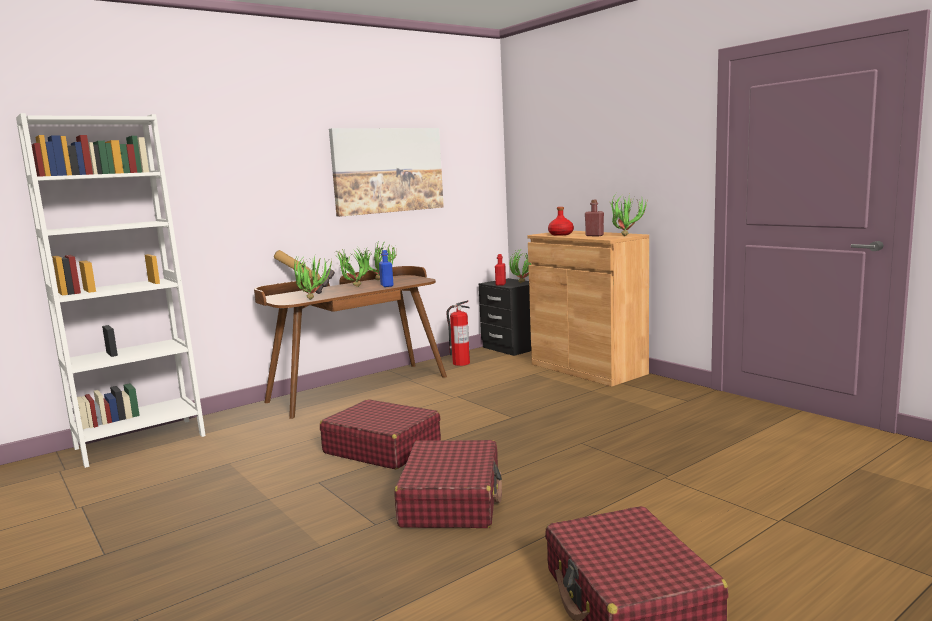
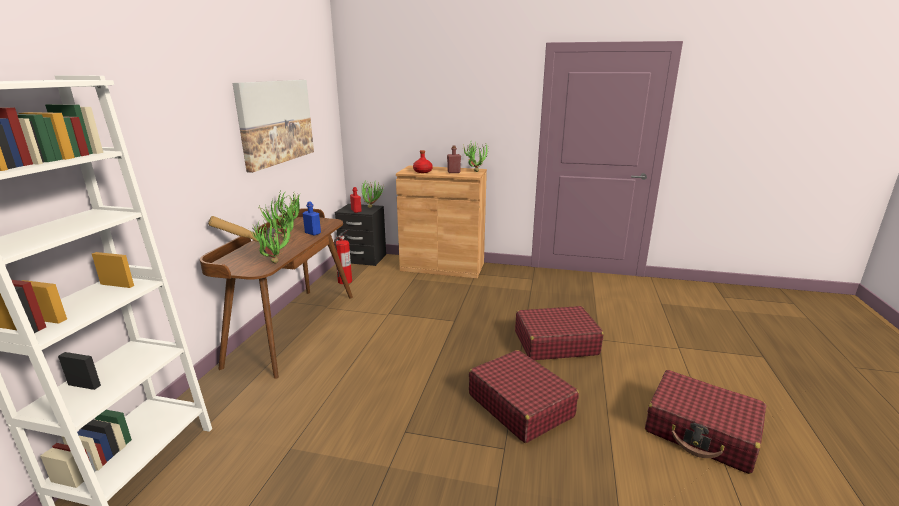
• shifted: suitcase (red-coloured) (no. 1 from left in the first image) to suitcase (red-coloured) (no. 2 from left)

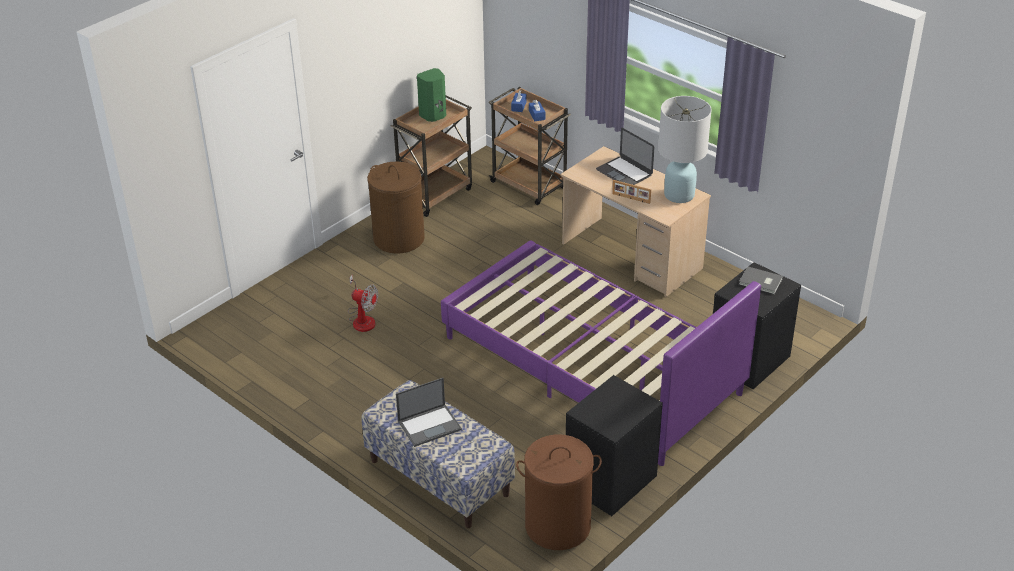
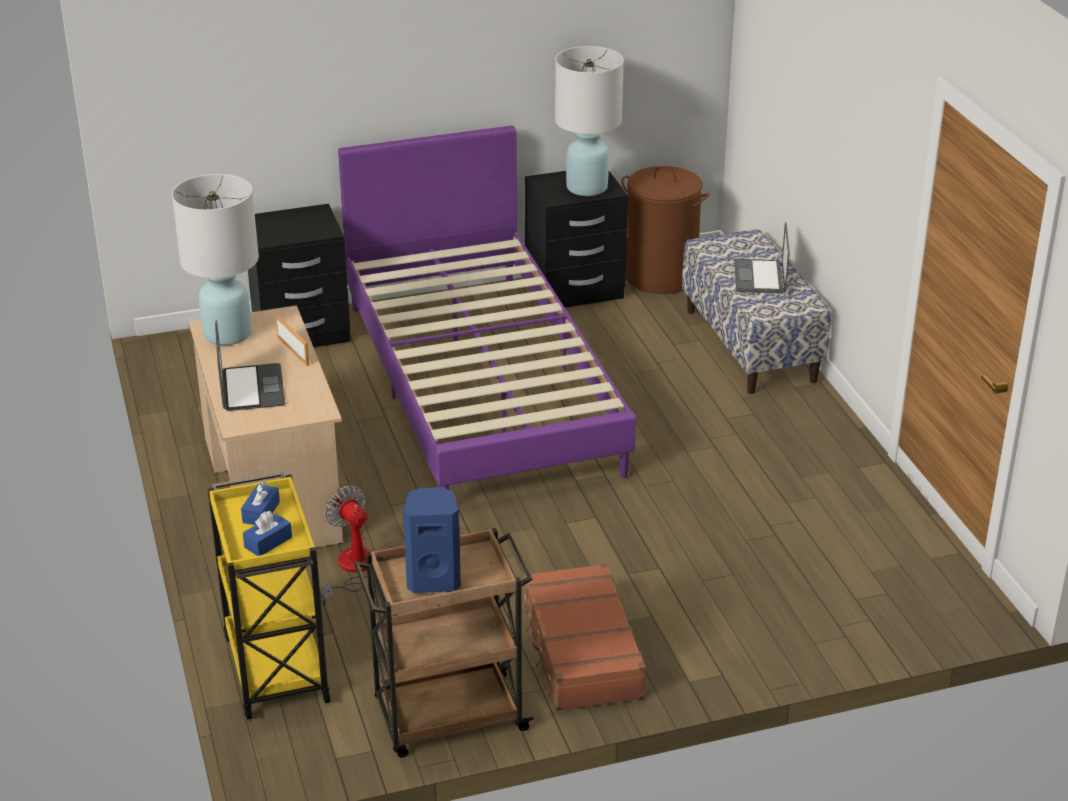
• repainted: wheeled cart (brown) (no. 2 from left) to wheeled cart (yellow)
• shifted: electric fan
• repainted: audio speaker (green-coloured) to audio speaker (blue)
• swapped: hamper (brown) (no. 1 from left) to suitcase (brown)
• new: table lamp (whitish) (no. 2 from left)
• rotated: laptop (no. 1 from left in the first image) 90 degrees counterclockwise
• gone: volume (grey)

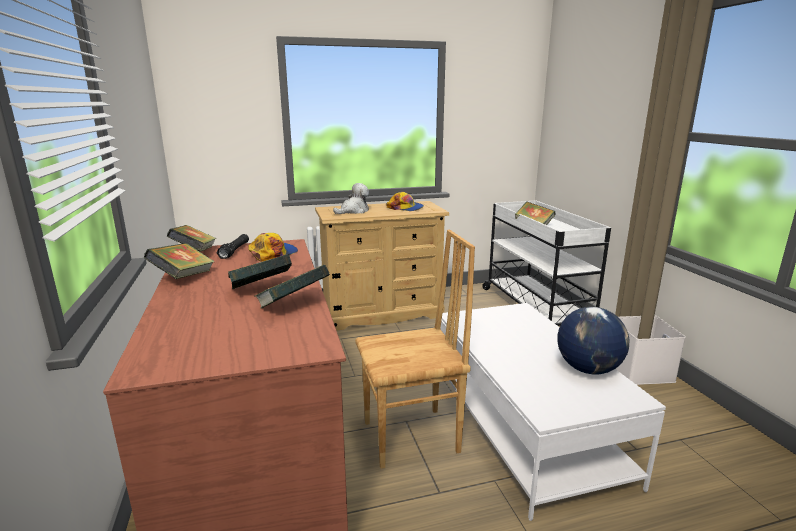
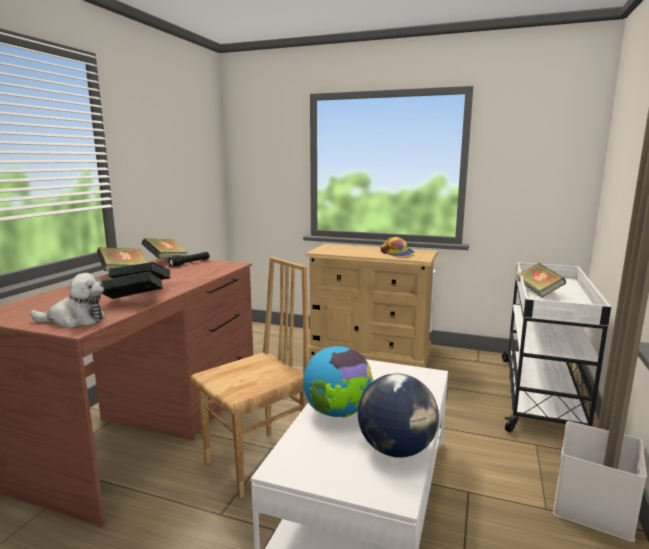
• shifted: cuddly toy
• rotated: upright chair (brown) 60 degrees counterclockwise
• new: globe (no. 1 from left)
• gone: cap (no. 1 from left)

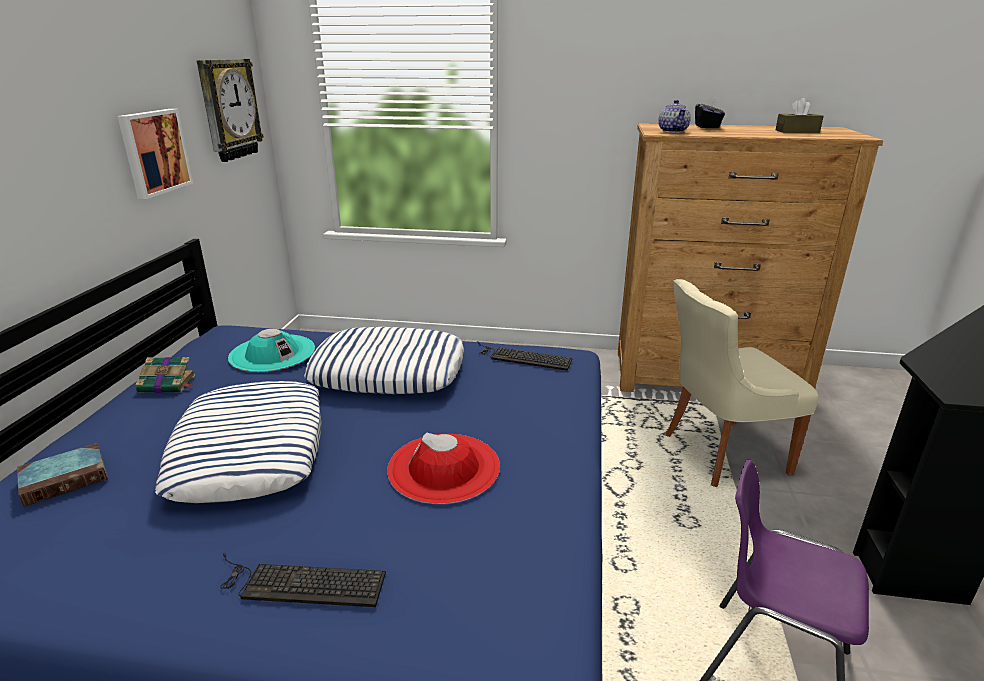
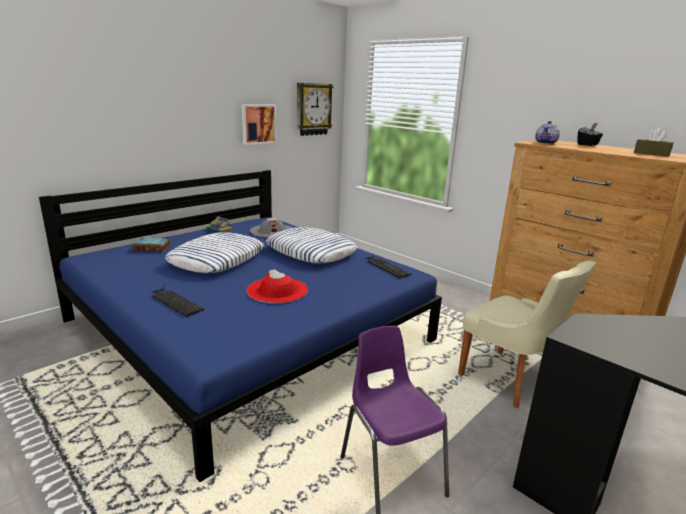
• repainted: clothing hat (blue-green) to clothing hat (grey)
• rotated: upright chair (sand-coloured) 150 degrees counterclockwise

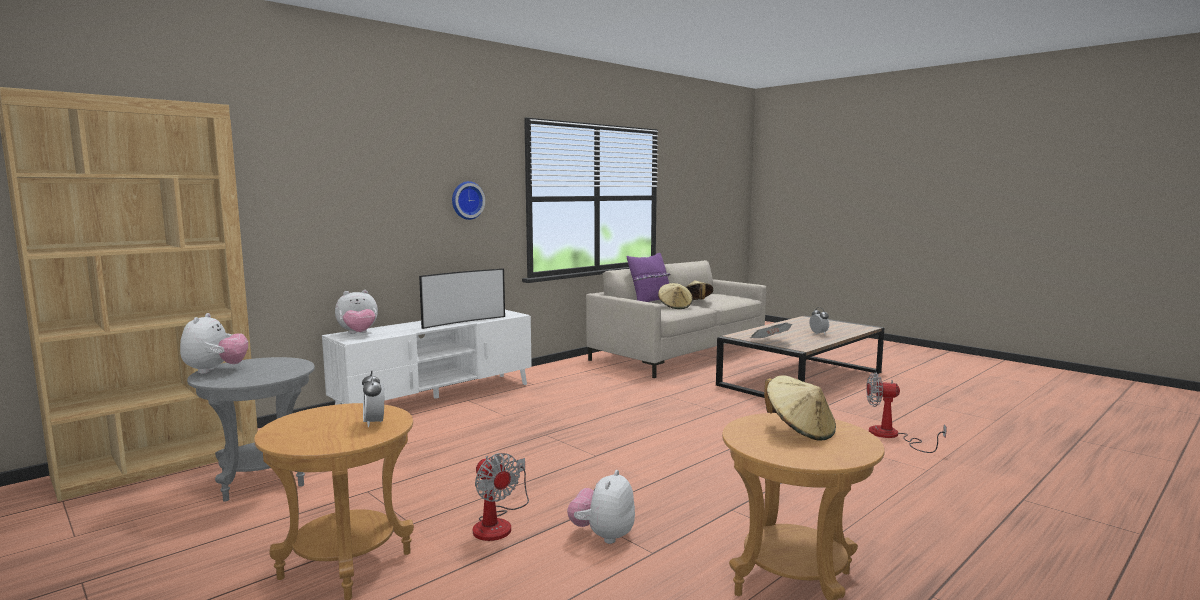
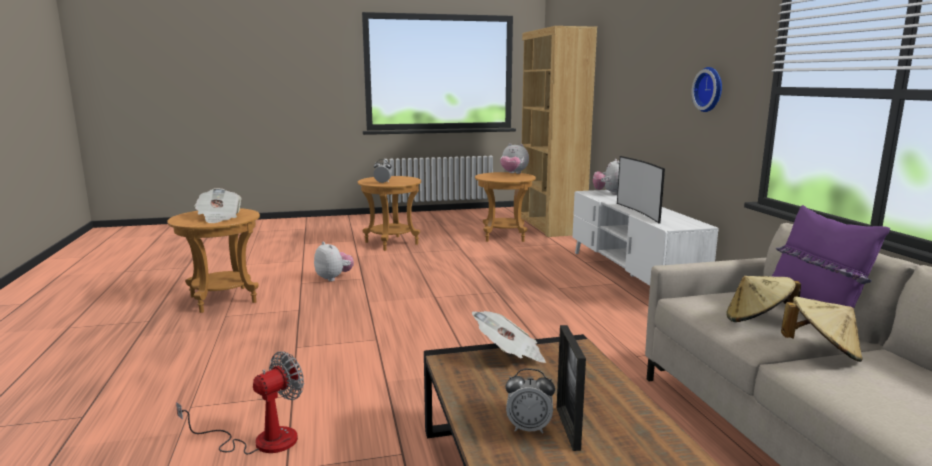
• swapped: clothing hat (sand-coloured) (no. 3 from left) to printed paper (no. 1 from left)
• repainted: accent table (grey) to accent table (brown) (no. 3 from left)
• new: standing frame
• gone: electric fan (no. 1 from left)

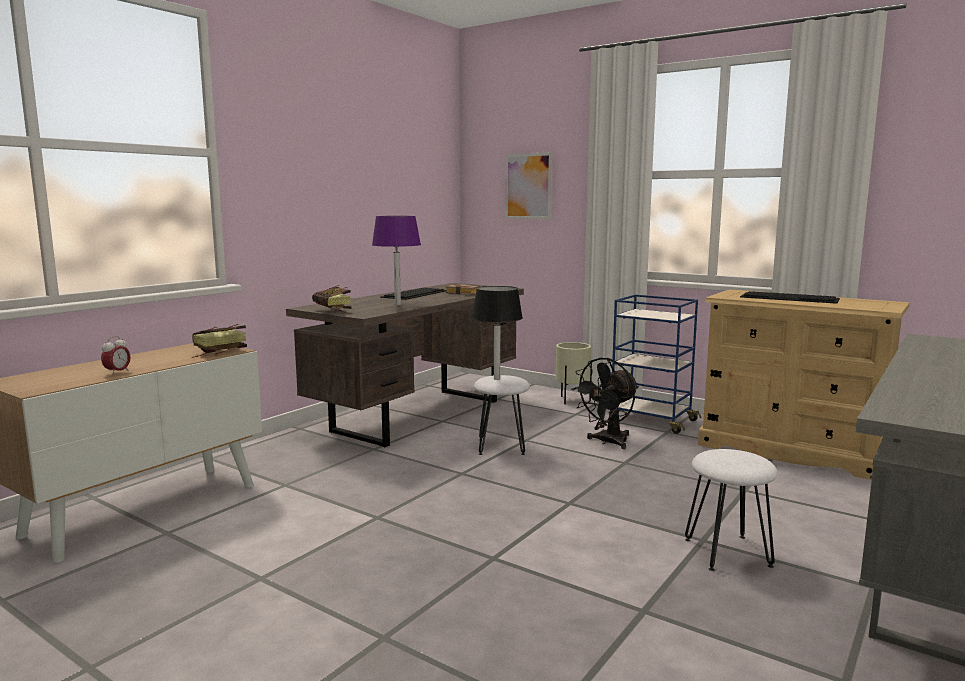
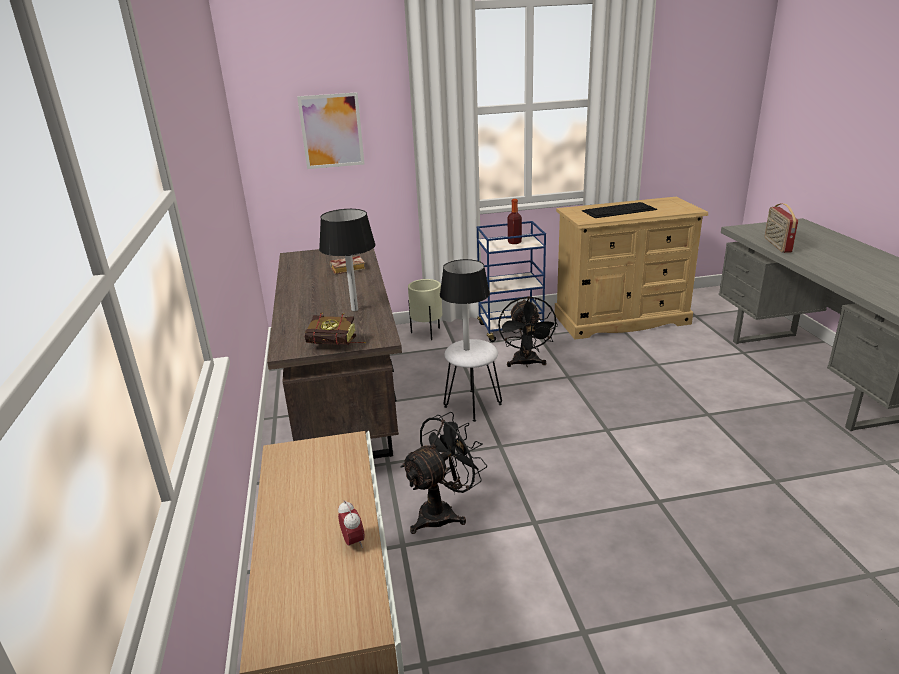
• repainted: table lamp (purplish) to table lamp (black) (no. 1 from left)
• new: electric fan (black) (no. 1 from left)
• new: beverage bottle
• new: radio receiver
• gone: volume (no. 1 from left)
• gone: computer keyboard (no. 1 from left)
• gone: stool seat (whitish) (no. 2 from left)

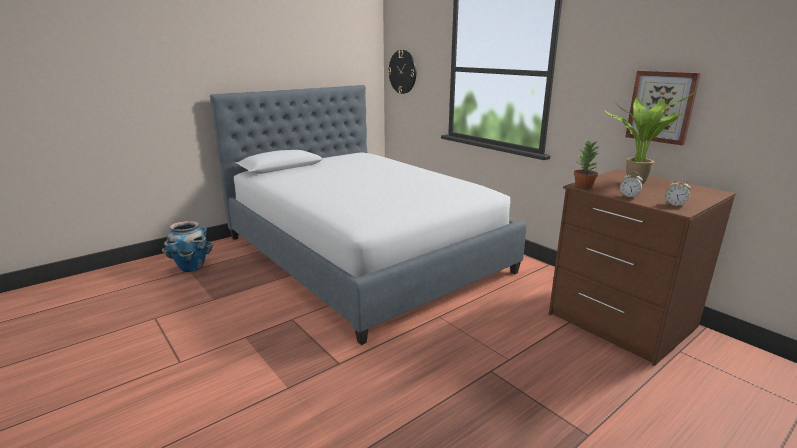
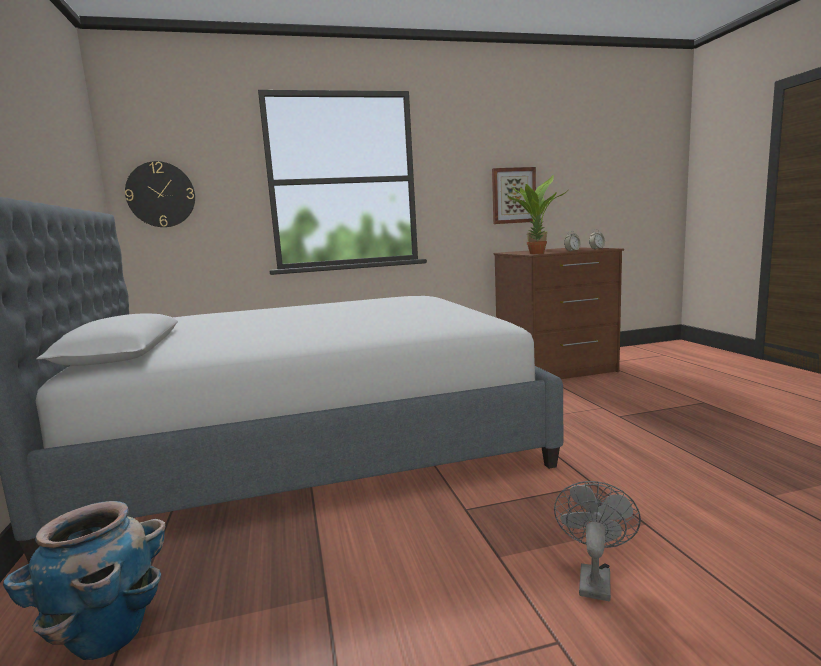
• new: electric fan (grey)

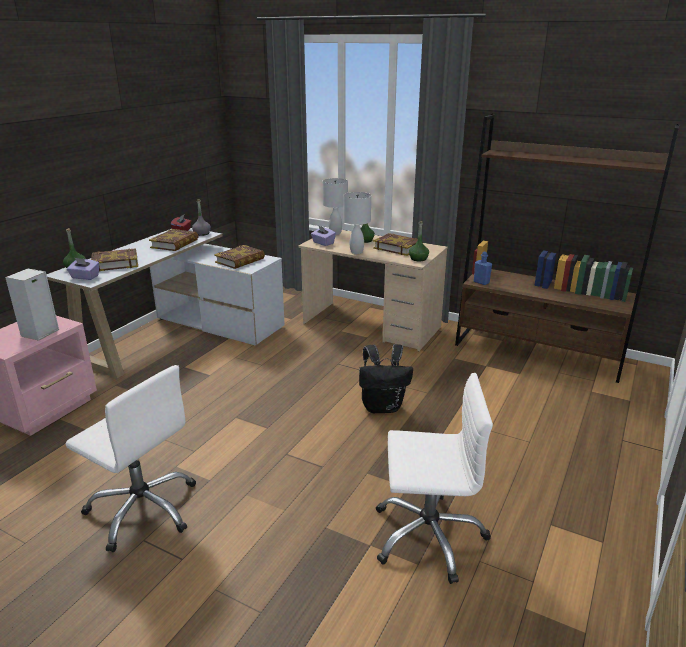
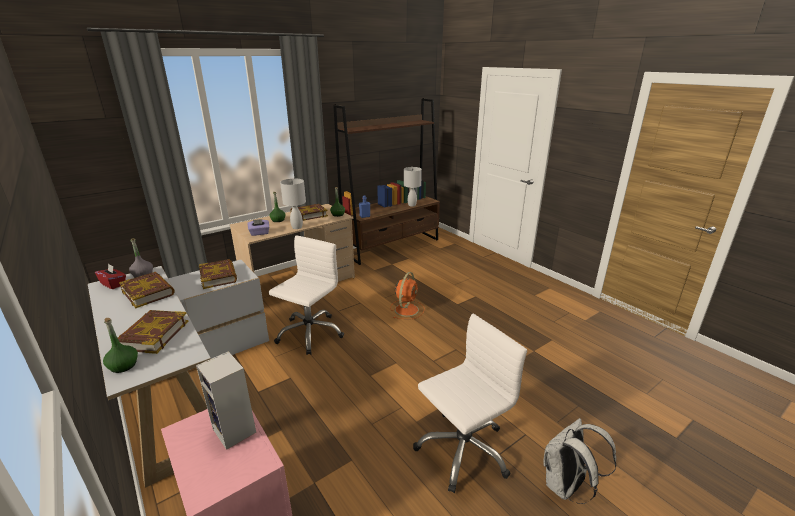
• shifted: computer chair (whitish) (no. 2 from left in the first image) to computer chair (whitish) (no. 1 from left)
• swapped: backpack (black) to electric fan (orange-coloured)
• shifted: table lamp (whitish) (no. 1 from left in the first image) to table lamp (whitish) (no. 2 from left)
• new: backpack (whitish)
• gone: tissue box (purplish) (no. 1 from left)

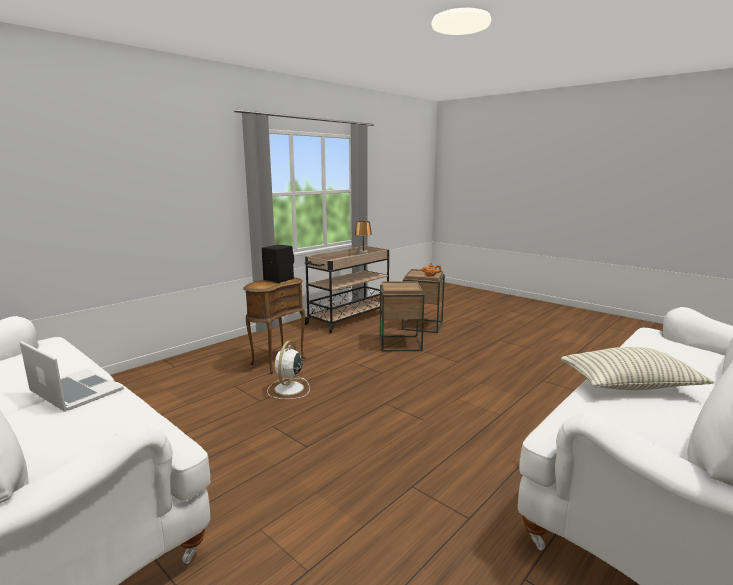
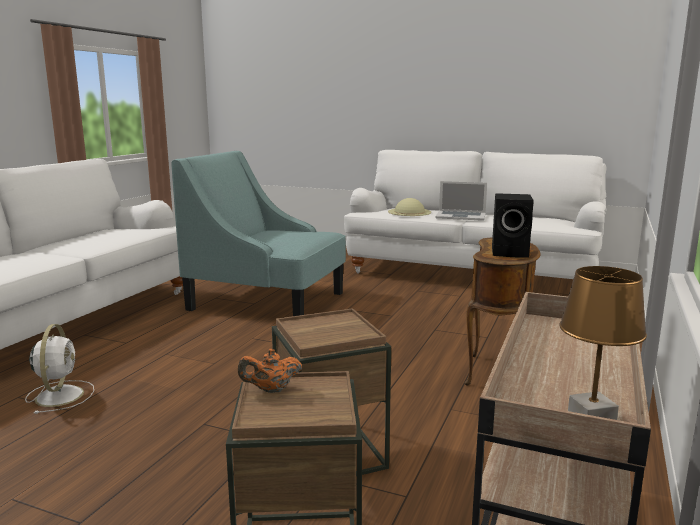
• shifted: electric fan (whitish)
• new: easy chair (blue-green)
• new: clothing hat (sand-coloured)
• gone: cushion

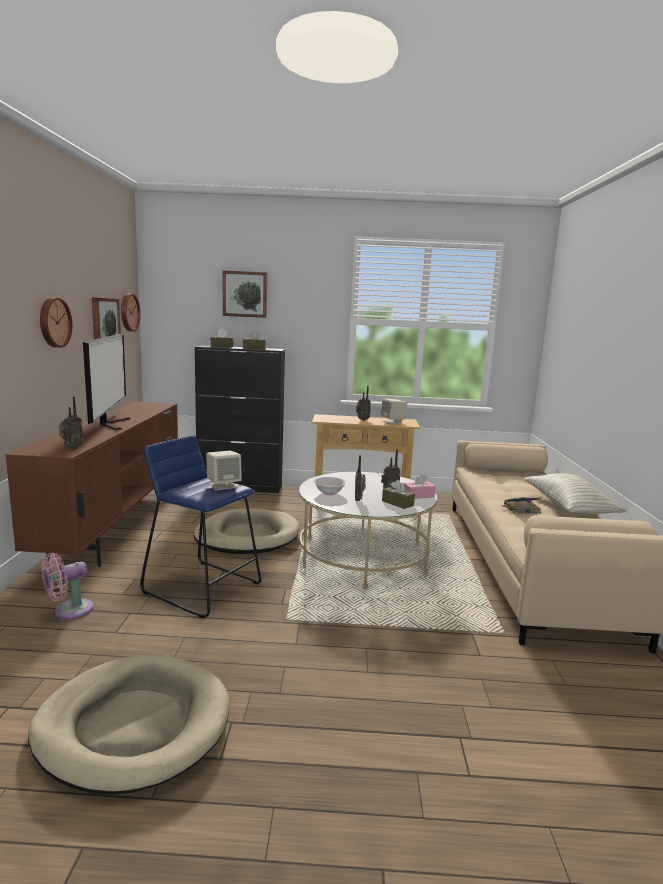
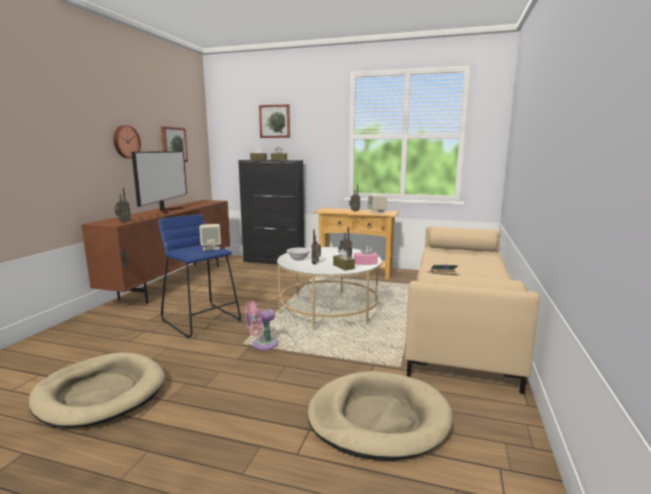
• shifted: electric fan (pink)
• shifted: dog cushion (sand-coloured) (no. 2 from left)
• gone: clock on the wall (no. 2 from left)
• gone: cushion

